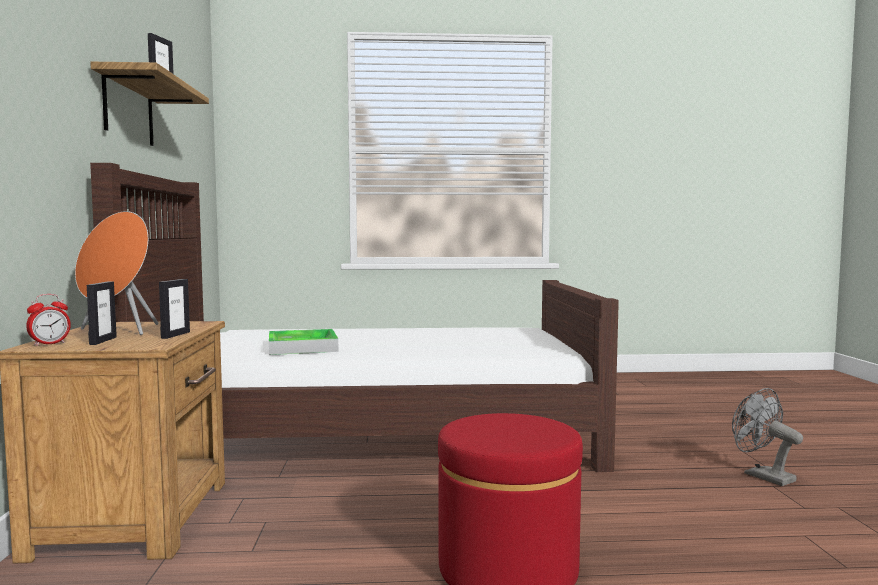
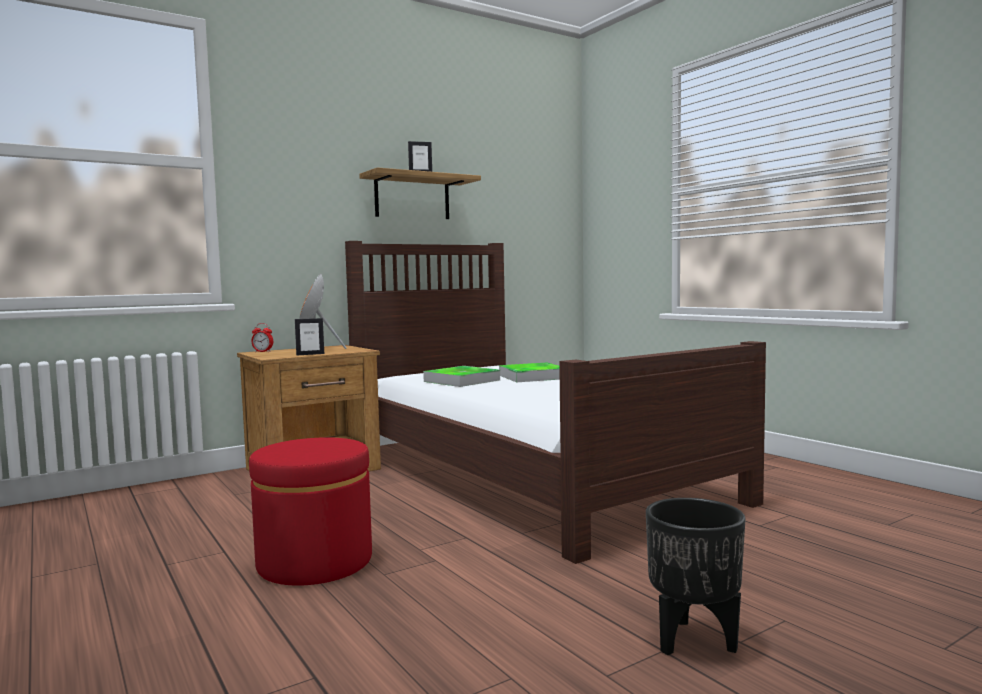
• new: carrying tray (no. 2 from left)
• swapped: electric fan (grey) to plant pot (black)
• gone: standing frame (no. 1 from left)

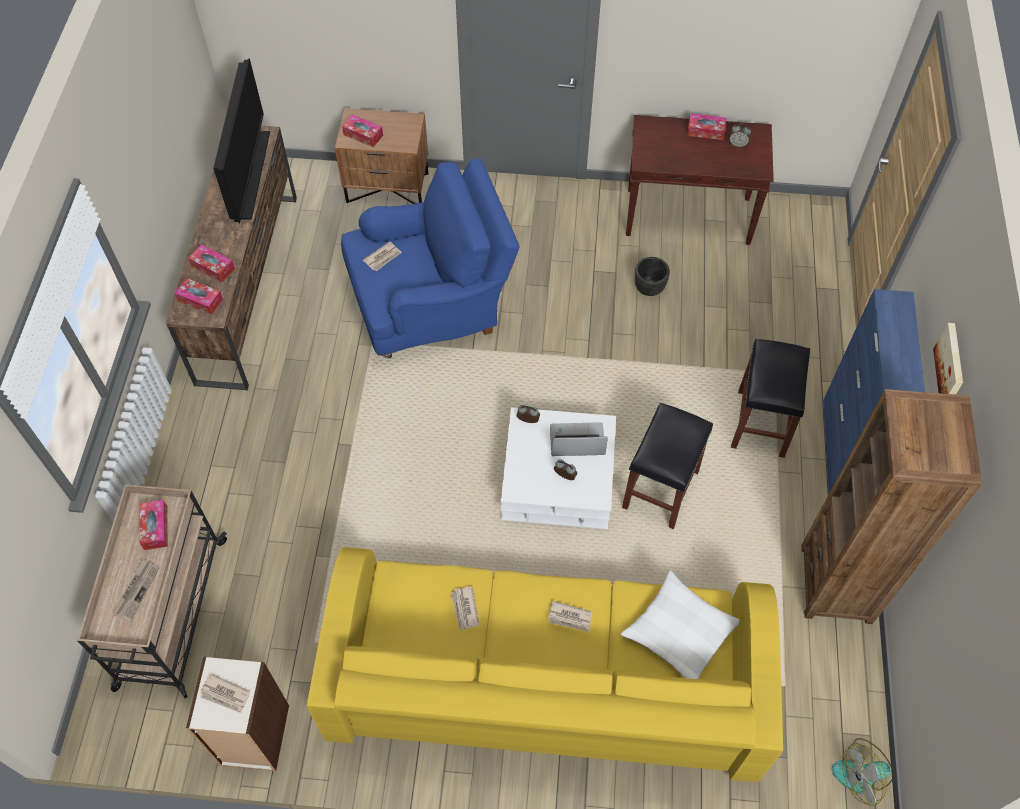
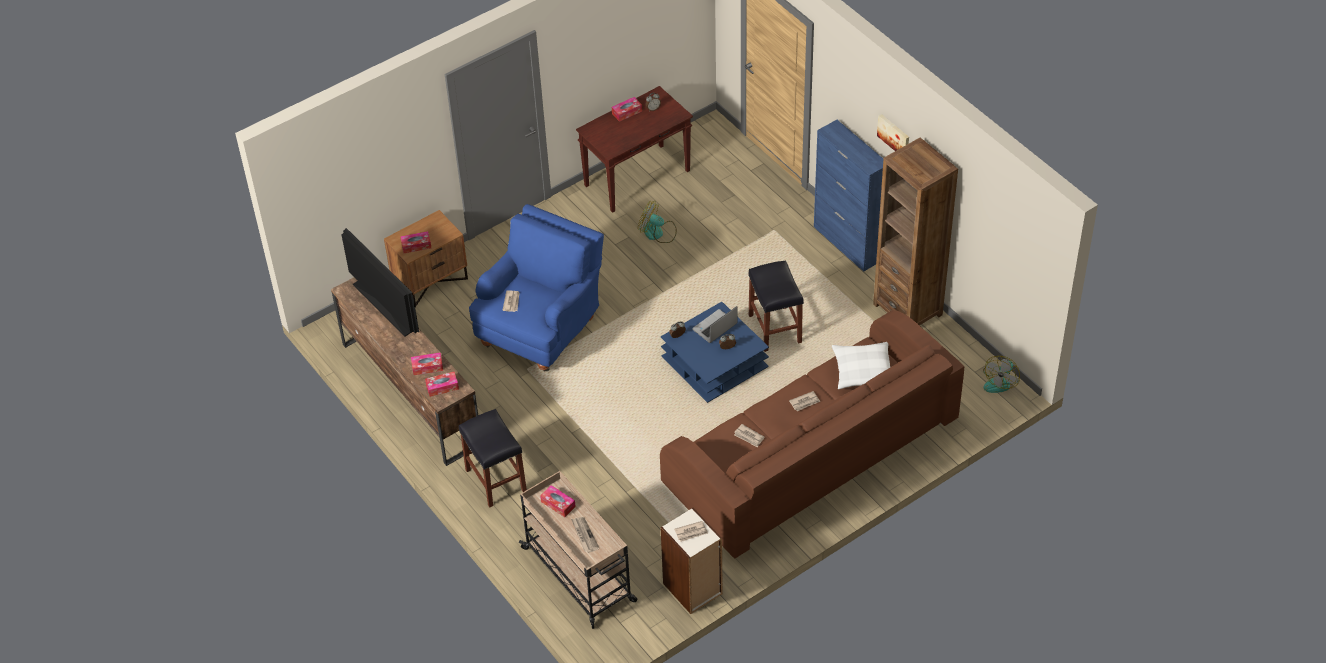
• shifted: stool seat (black) (no. 2 from left in the first image) to stool seat (black) (no. 1 from left)
• swapped: plant pot (black) to electric fan (no. 1 from left)
• repainted: couch (yellow) to couch (brown)
• repainted: lounge table (whitish) to lounge table (blue)

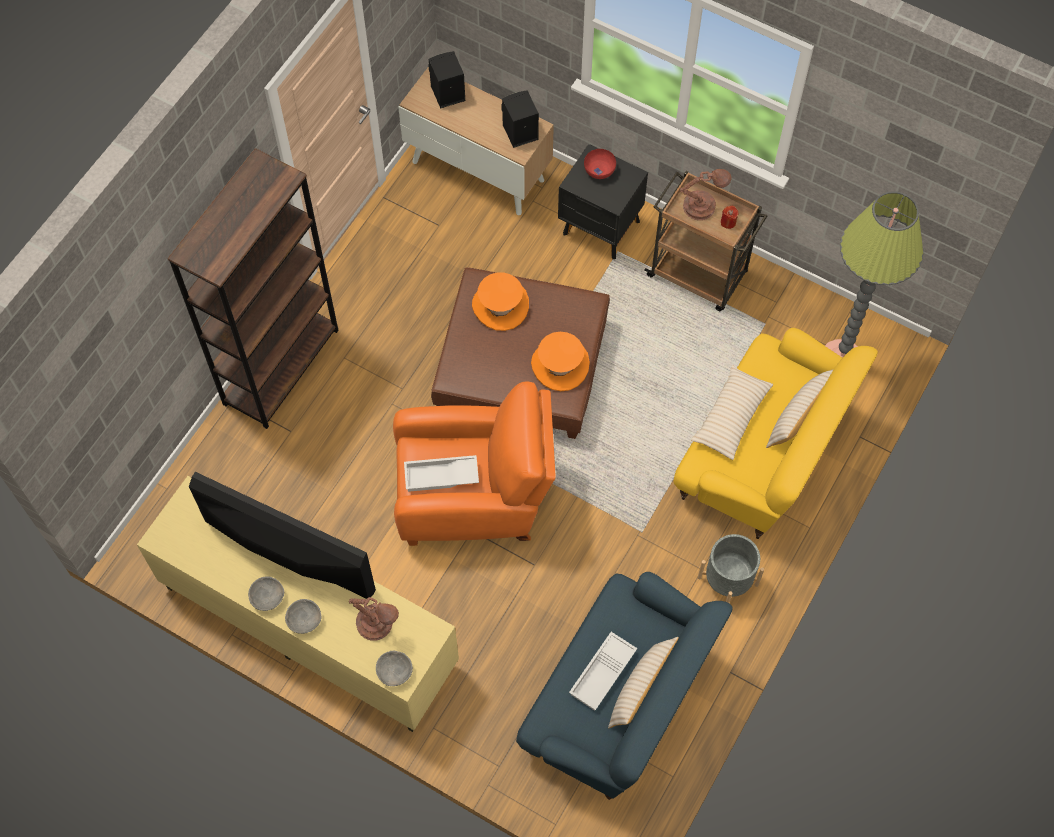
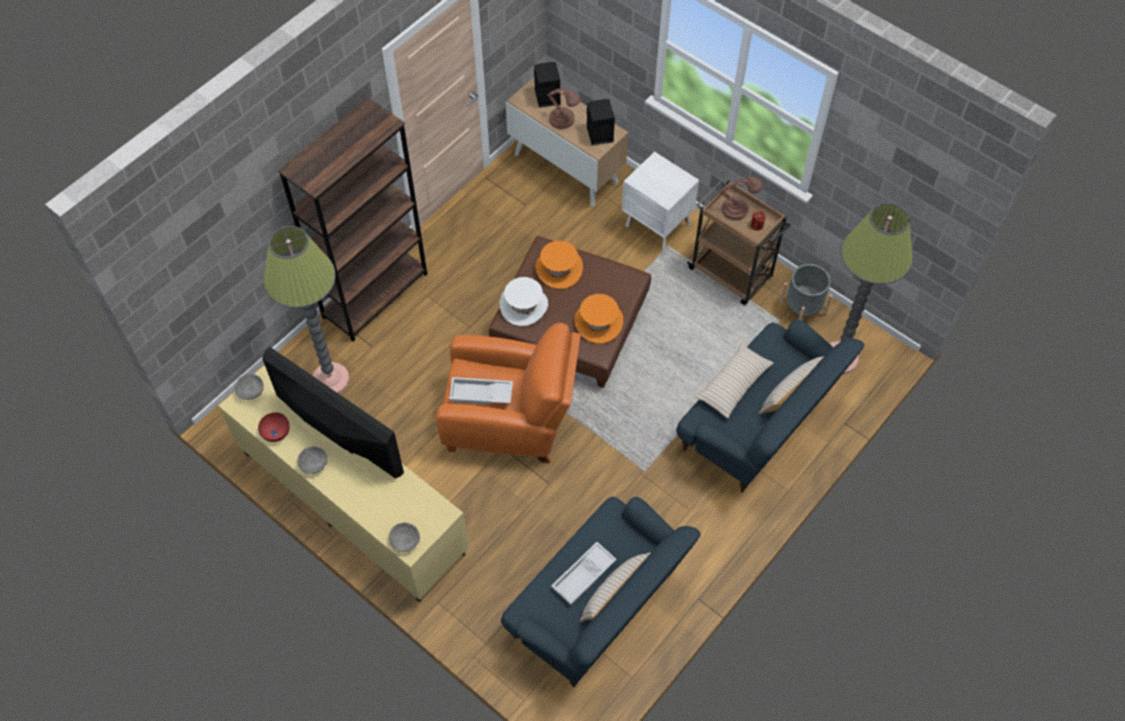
• shifted: bowl (grey) (no. 2 from left in the first image) to bowl (grey) (no. 1 from left)
• shifted: bowl (red-coloured)
• new: floor lamp (no. 1 from left)
• new: clothing hat (whitish)
• shifted: table lamp (brown) (no. 1 from left)
• repainted: bedside table (black) to bedside table (whitish)
• repainted: couch (yellow) to couch (blue) (no. 2 from left)
• shifted: plant pot (grey)

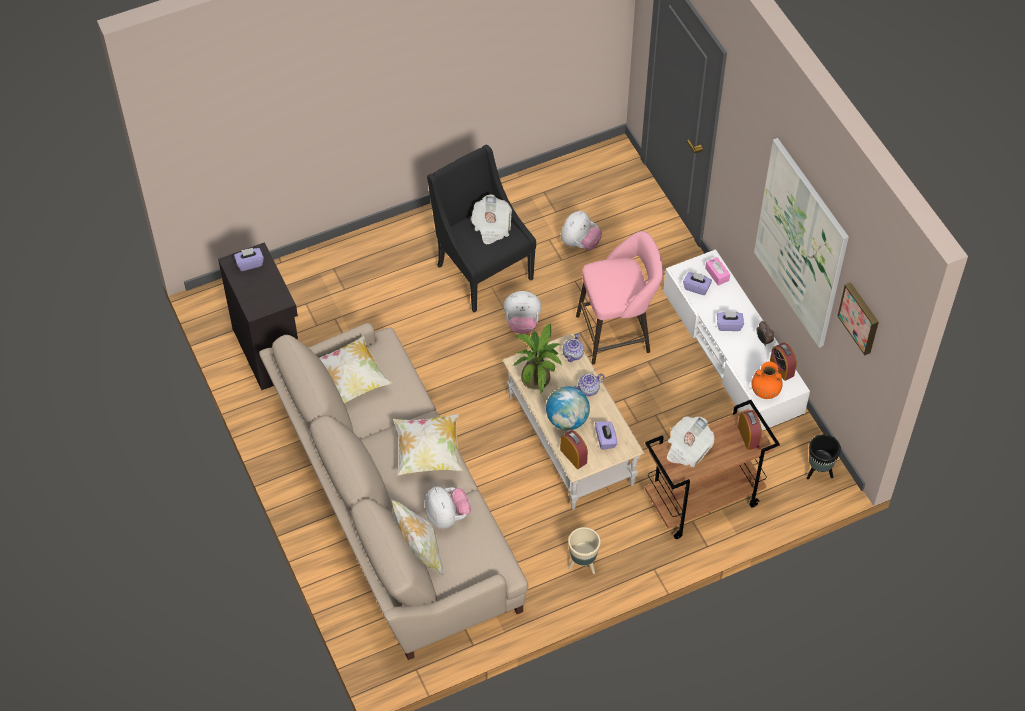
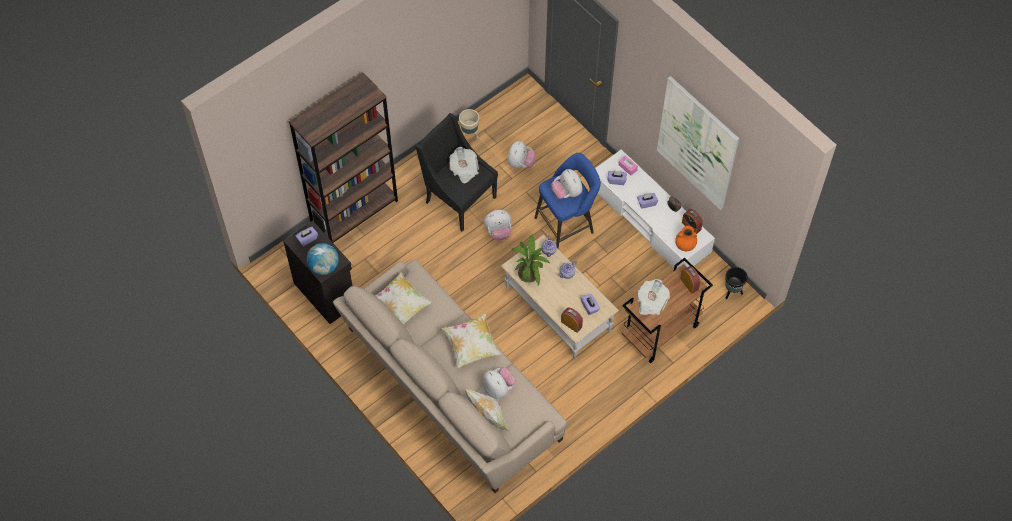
• new: bookcase (brown)
• shifted: globe
• shifted: plant pot (sand-coloured)
• repainted: stool seat (pink) to stool seat (blue)
• new: cuddly toy (no. 4 from left)
• gone: wall art (no. 2 from left)

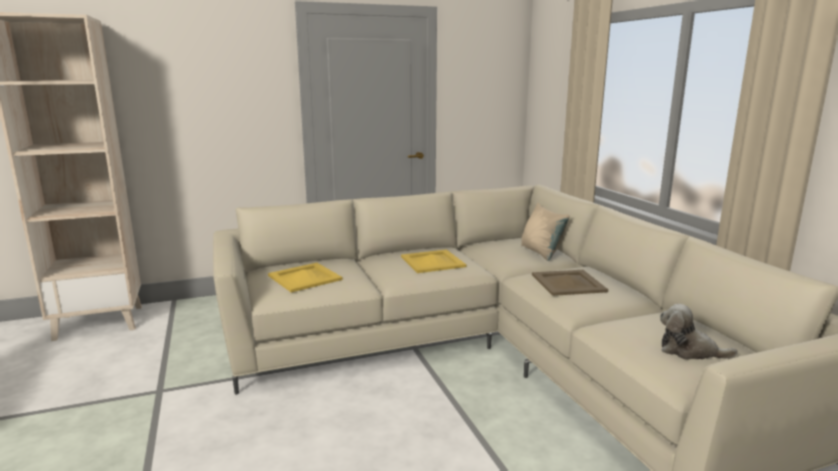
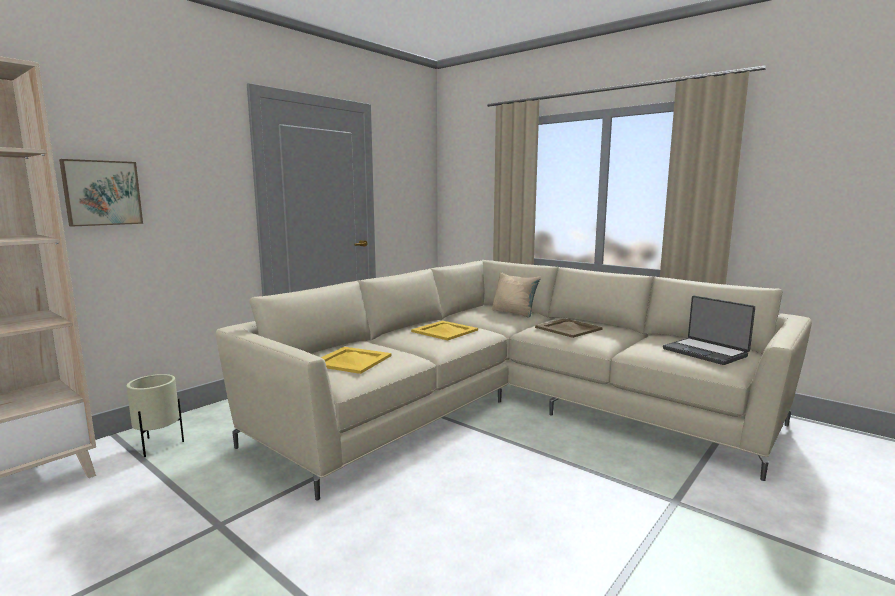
• new: wall art
• new: plant pot (sand-coloured)
• swapped: cuddly toy to laptop

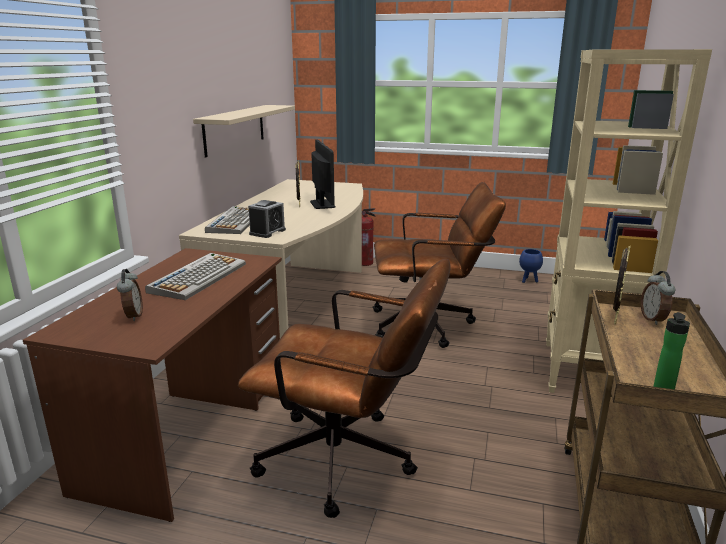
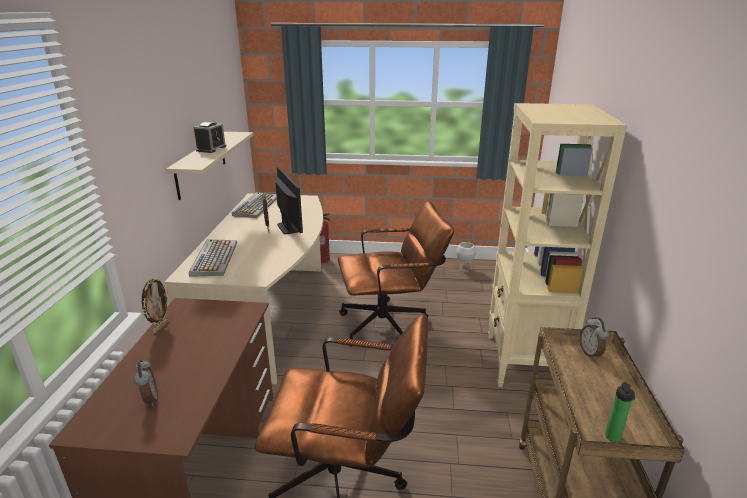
• shifted: standing frame (no. 2 from left in the first image) to standing frame (no. 1 from left)
• shifted: alarm clock (no. 2 from left)
• shifted: computer keyboard (no. 1 from left in the first image) to computer keyboard (no. 2 from left)
• repainted: plant pot (blue) to plant pot (whitish)

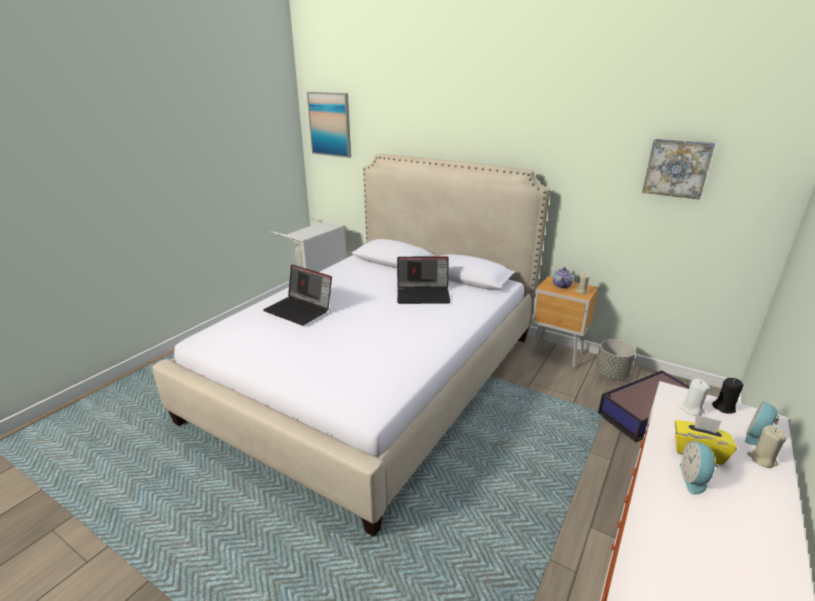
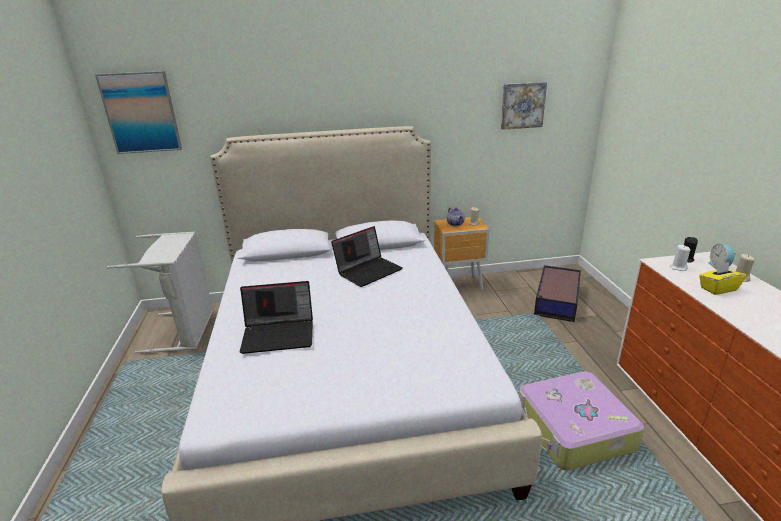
• new: suitcase
• gone: plant pot (grey)
• gone: alarm clock (no. 1 from left)

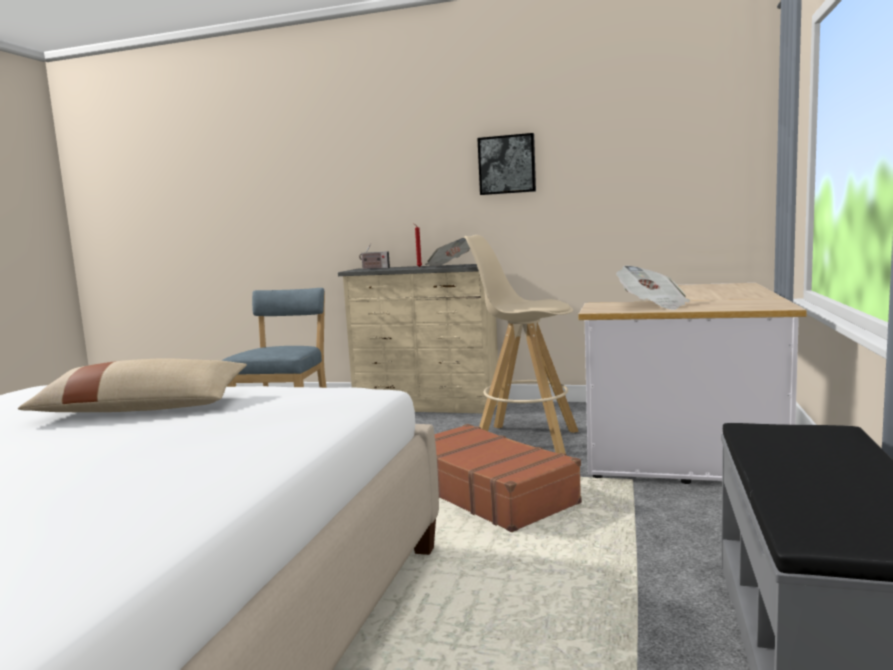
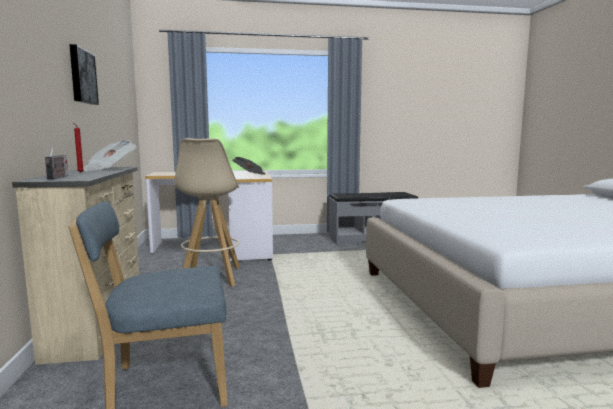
• gone: cushion (sand-coloured)
• gone: suitcase (brown)

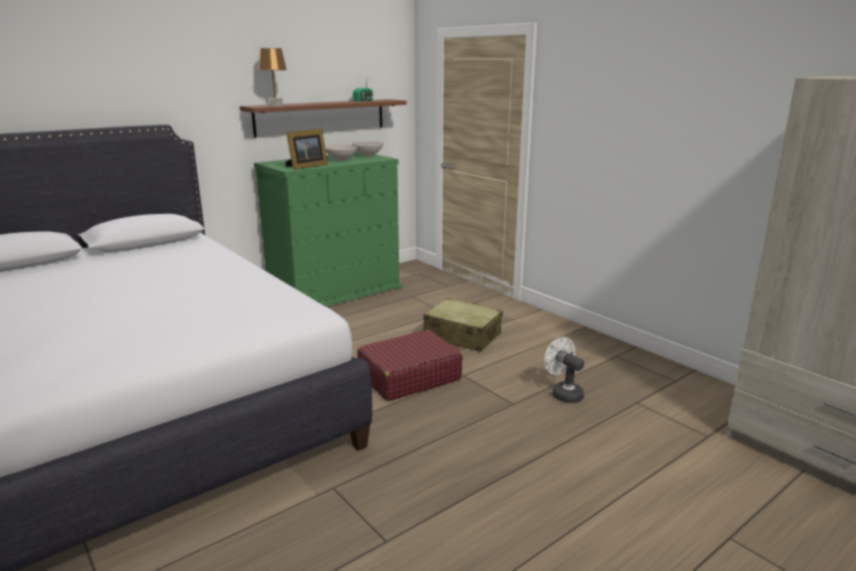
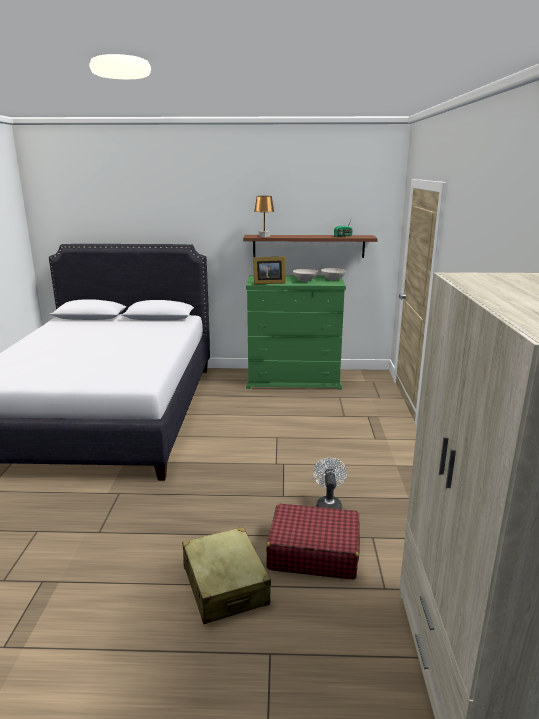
• shifted: suitcase (sand-coloured)
• shifted: suitcase (red-coloured)

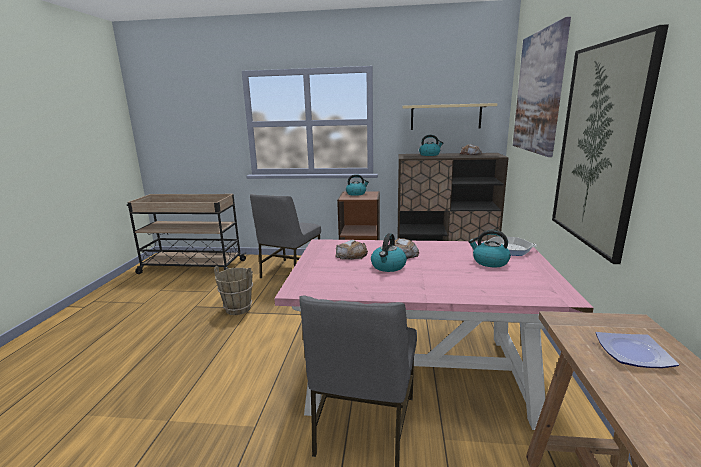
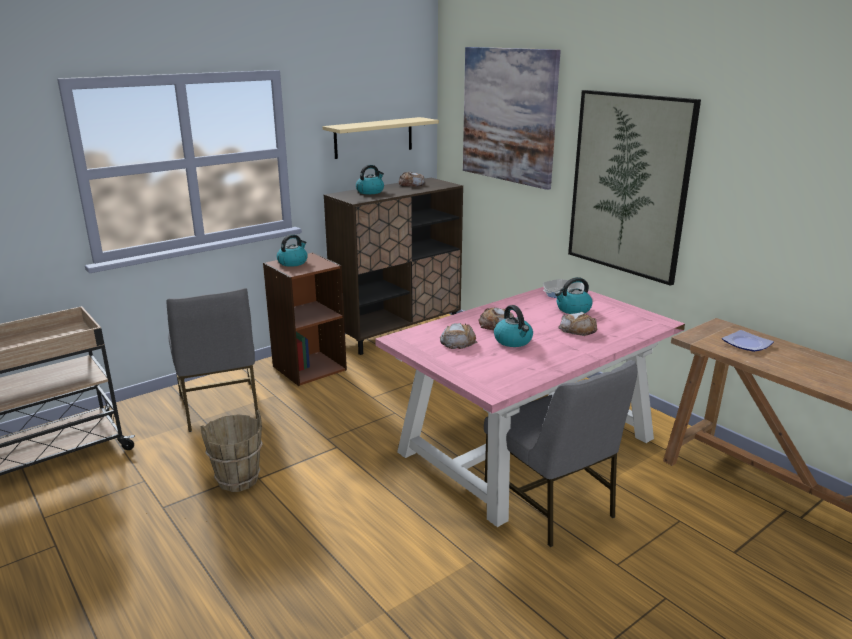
• new: baked bread (no. 4 from left)

